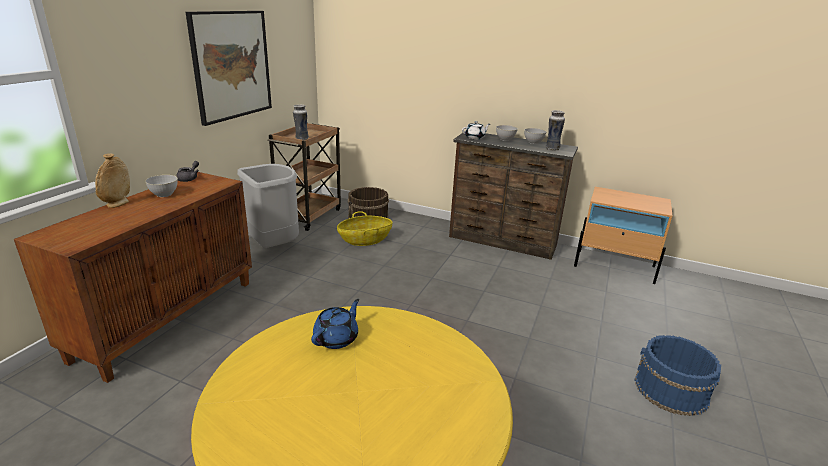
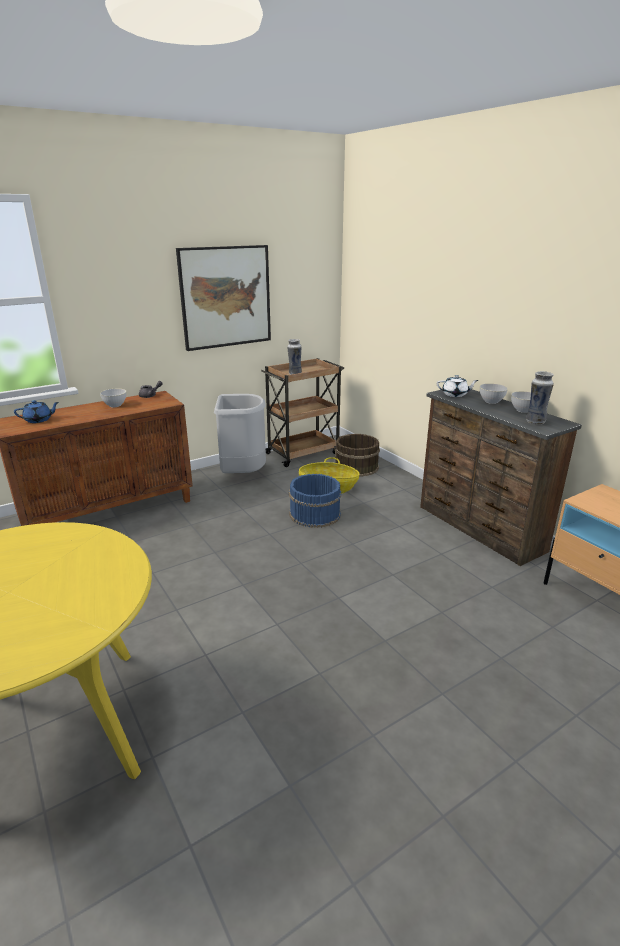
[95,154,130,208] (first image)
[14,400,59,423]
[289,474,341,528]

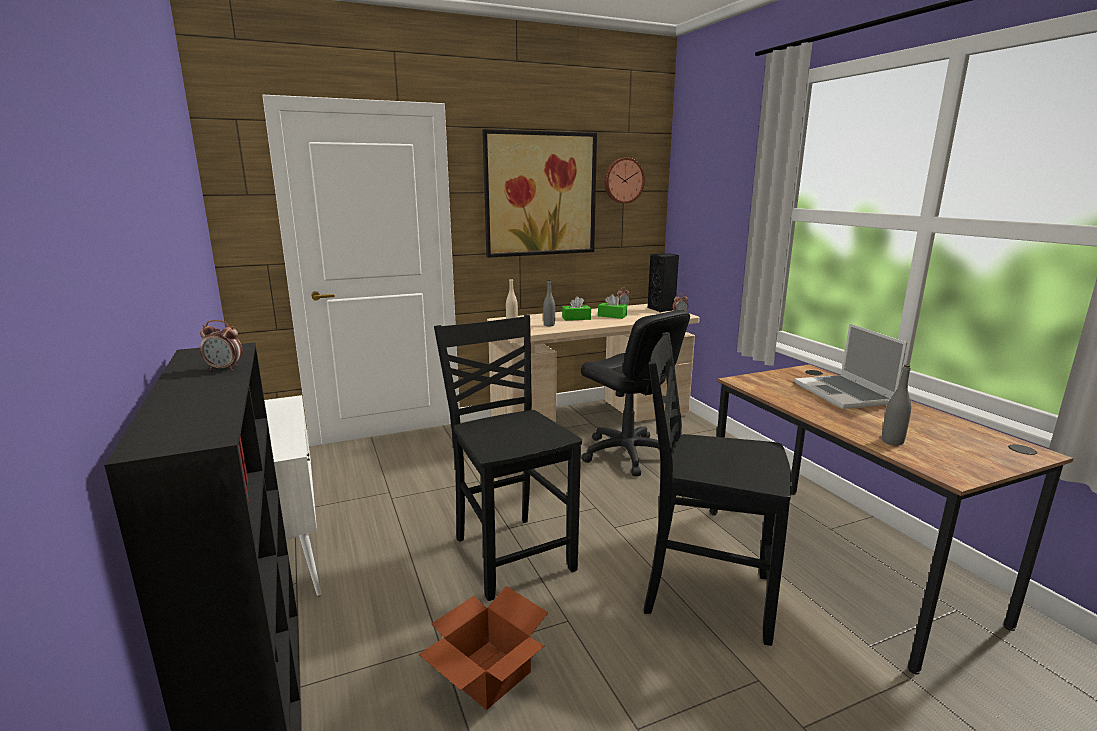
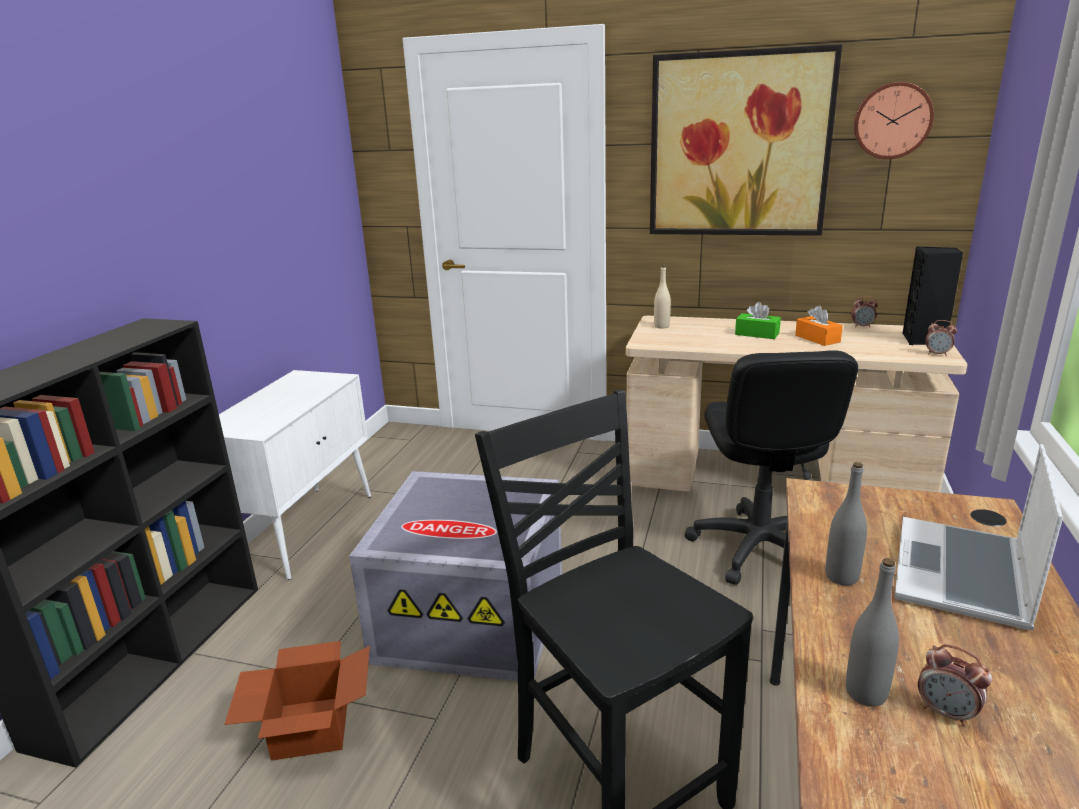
[918,644,992,727]
[349,471,562,681]
[826,462,867,586]
[795,305,843,346]

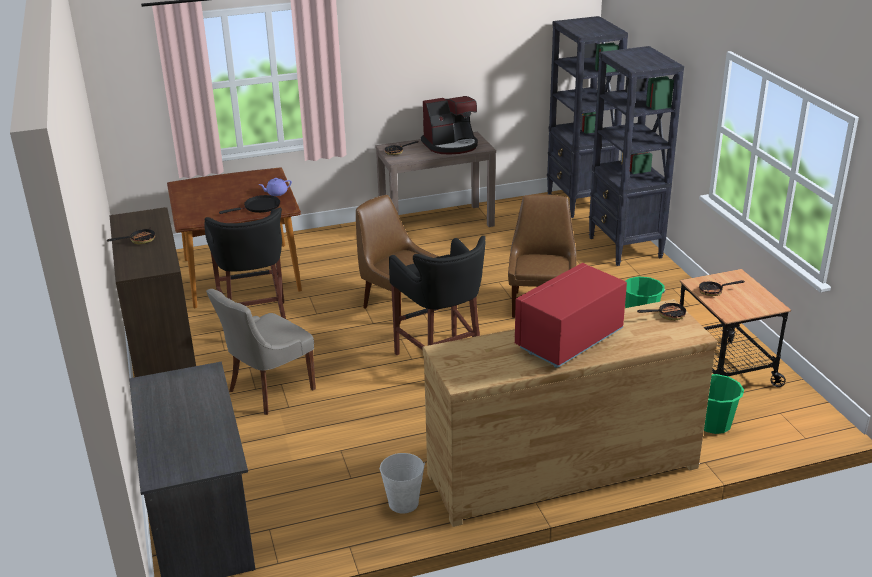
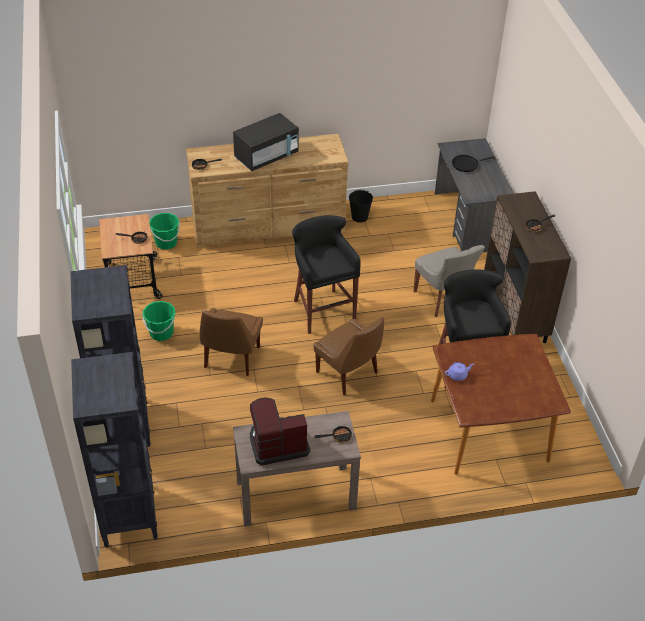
[414,245,485,317]
[452,155,495,172]
[349,190,373,223]
[233,113,299,171]

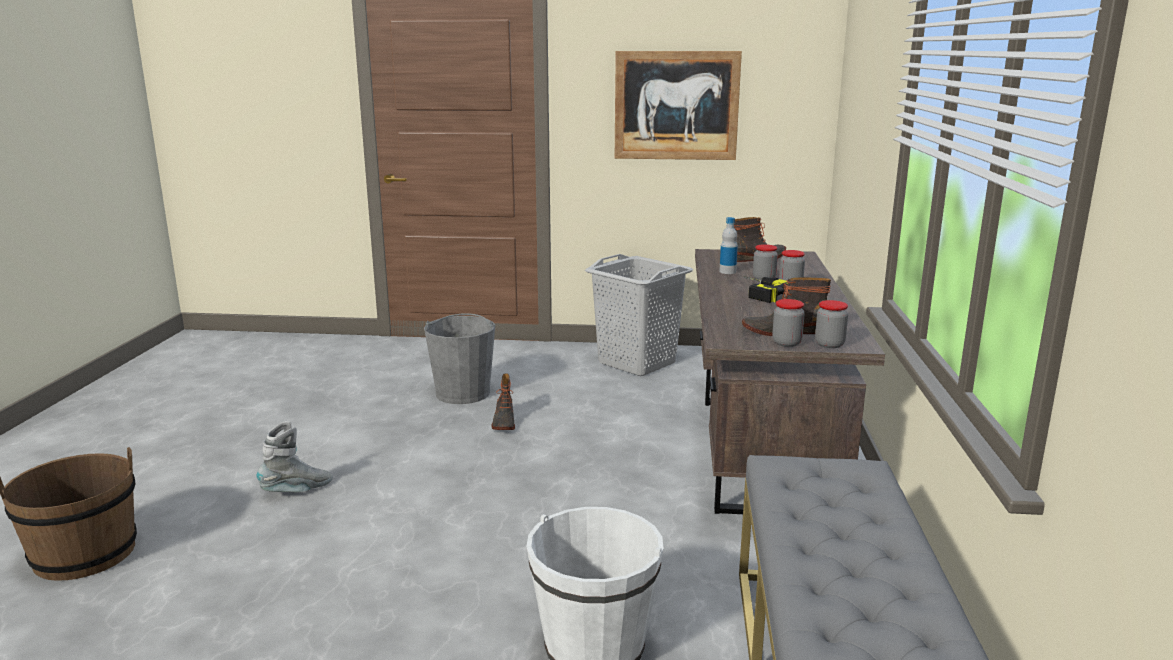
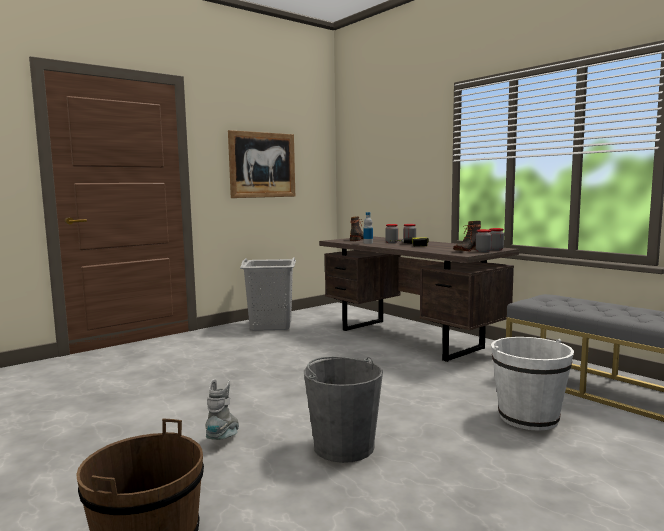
[304,357,383,463]
[491,373,515,430] (first image)

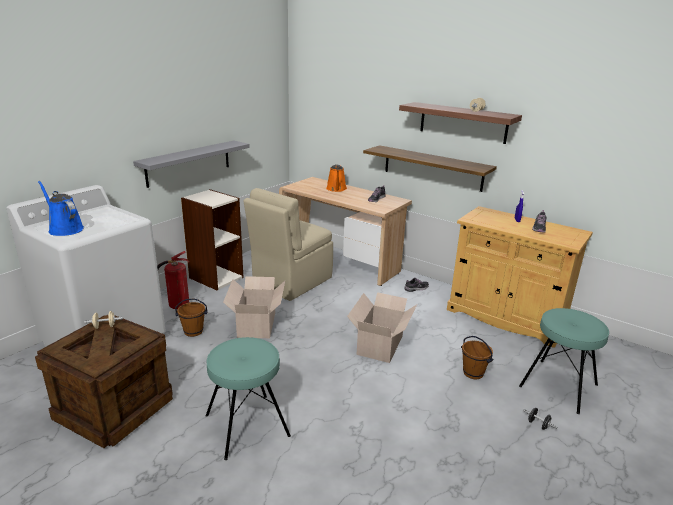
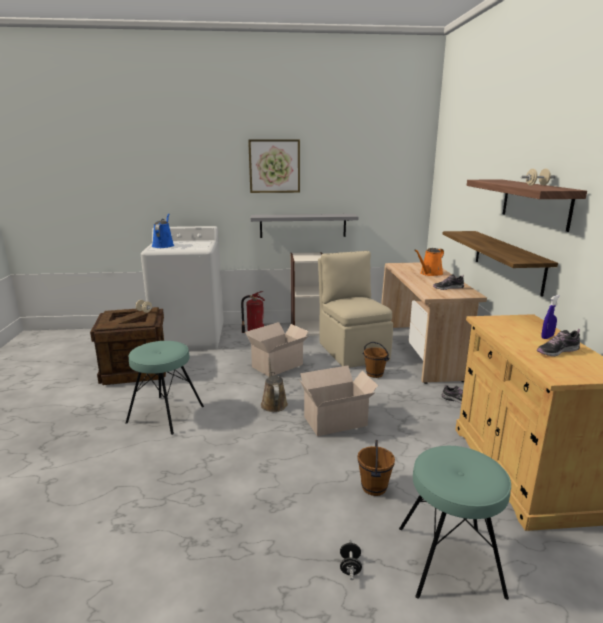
[363,342,389,378]
[318,251,393,368]
[248,139,300,193]
[261,358,288,412]

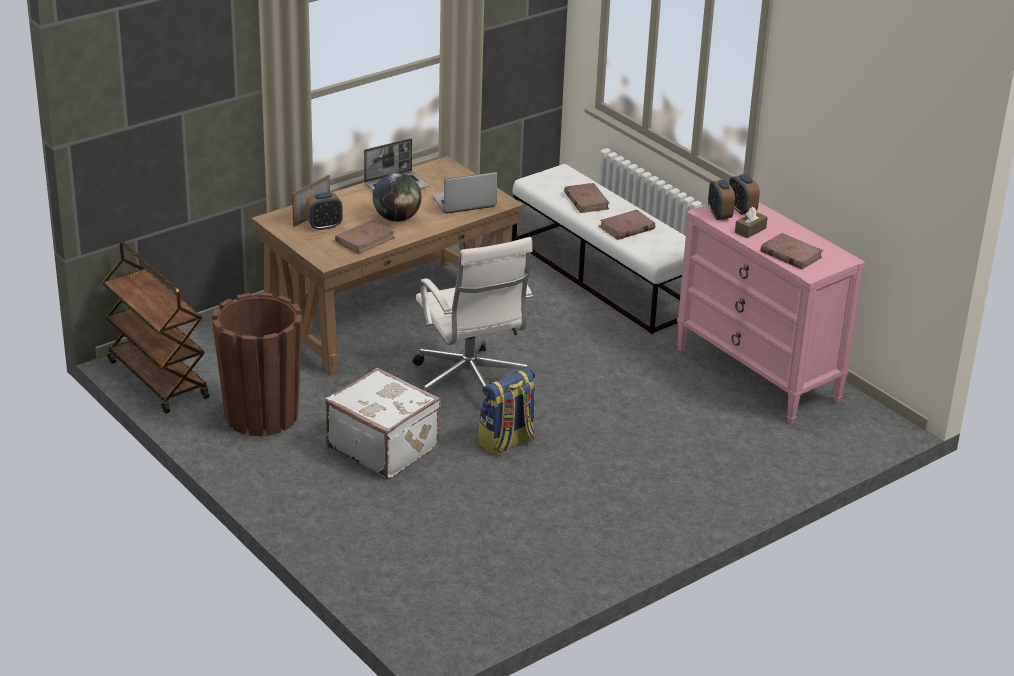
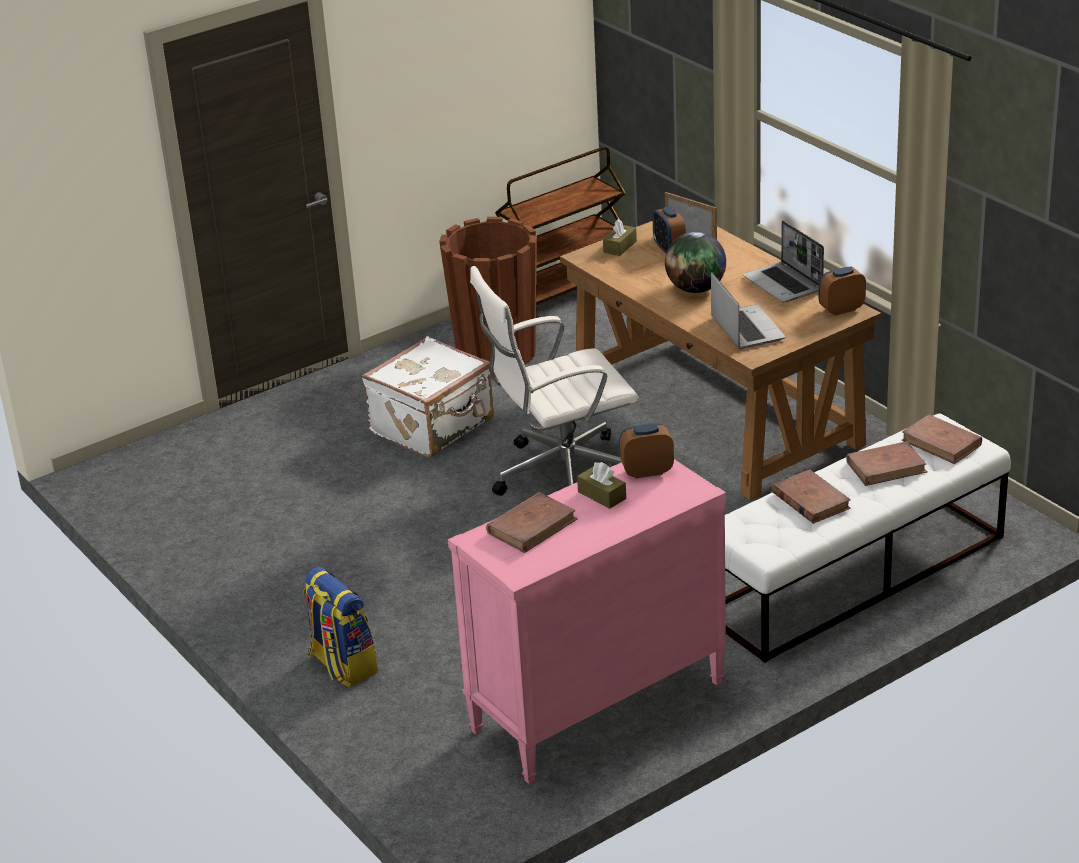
[902,414,982,464]
[303,567,378,687]
[818,267,866,316]
[603,219,637,256]

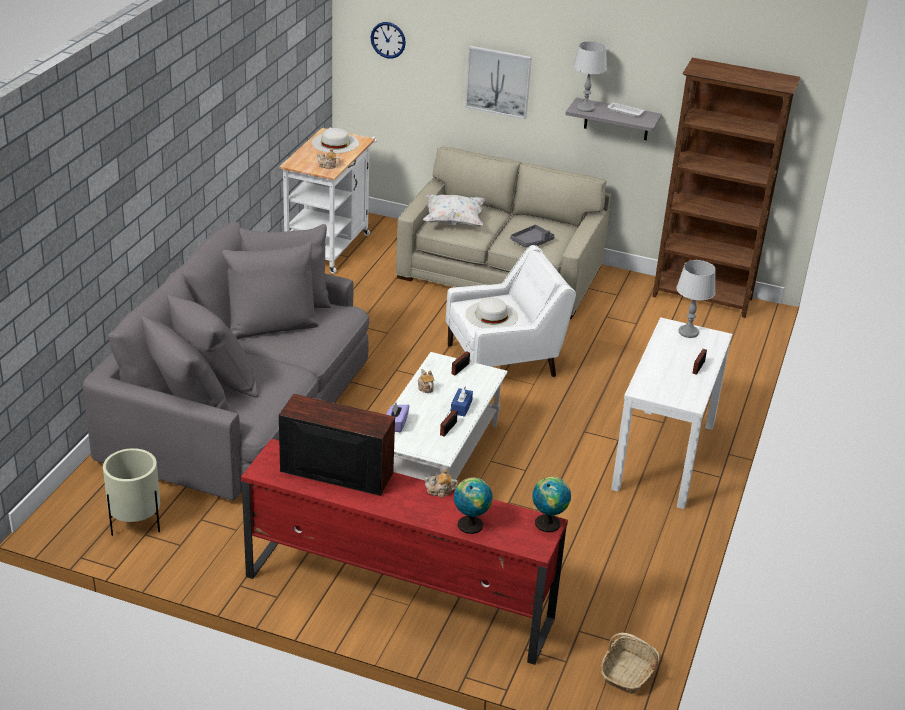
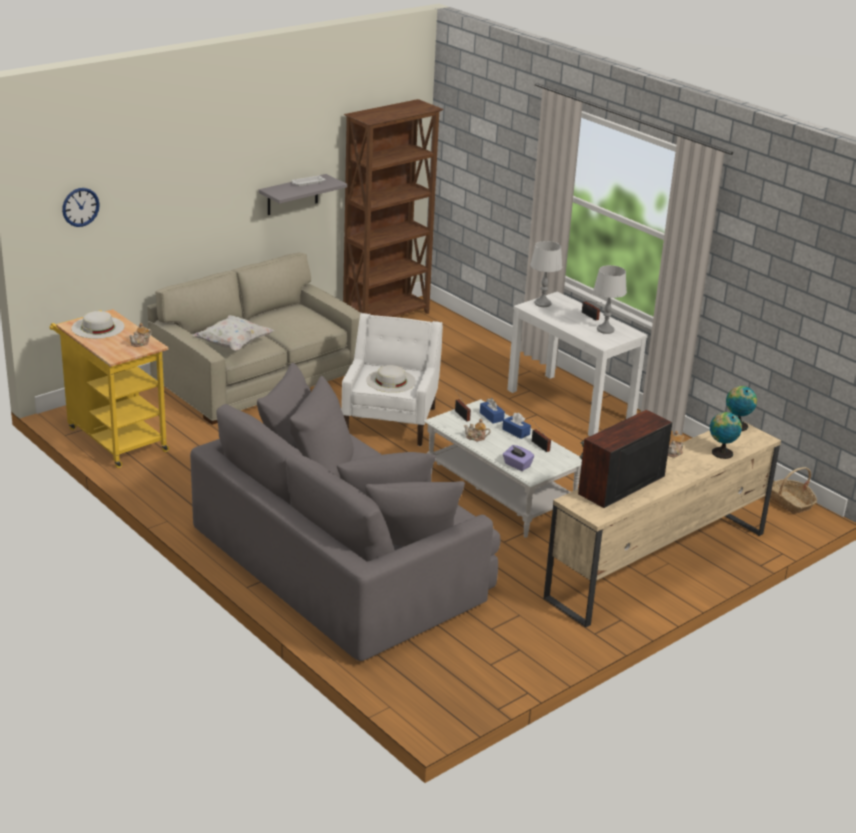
[103,448,160,536] (first image)
[543,421,781,628]
[50,309,169,468]
[465,46,532,119] (first image)
[510,225,555,247] (first image)
[593,265,627,334]
[480,398,505,424]

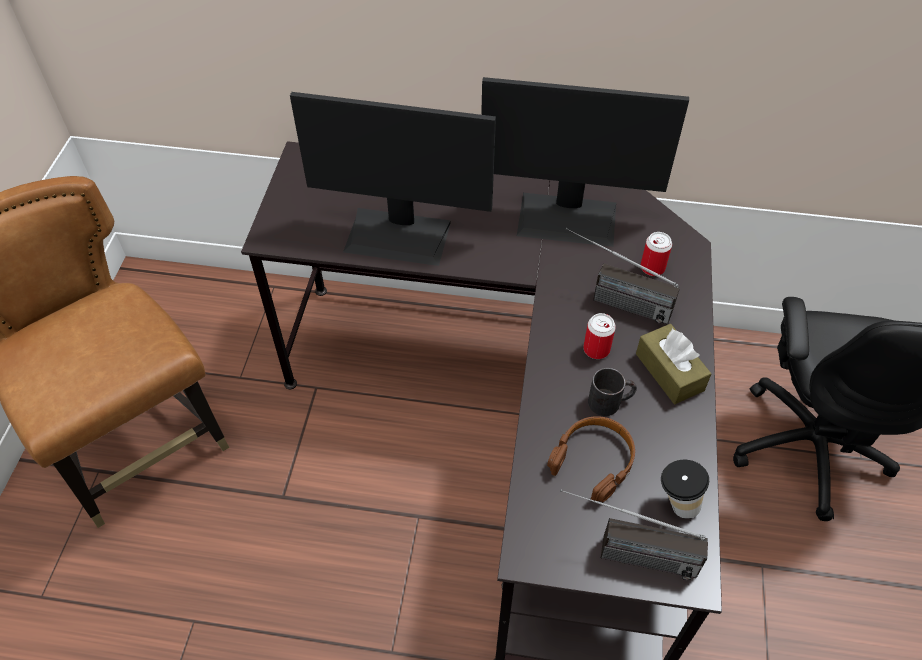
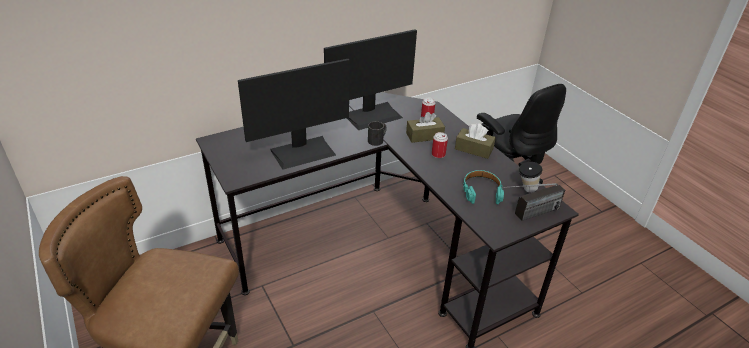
[463,170,504,204]
[406,112,445,143]
[368,121,387,146]

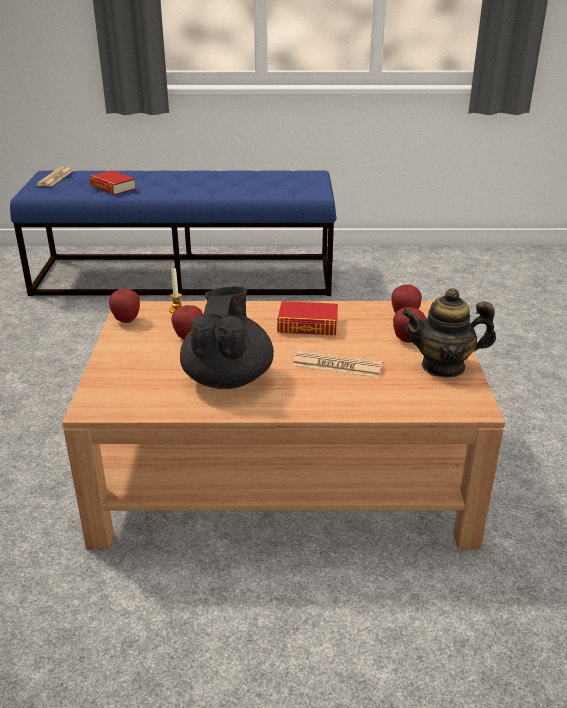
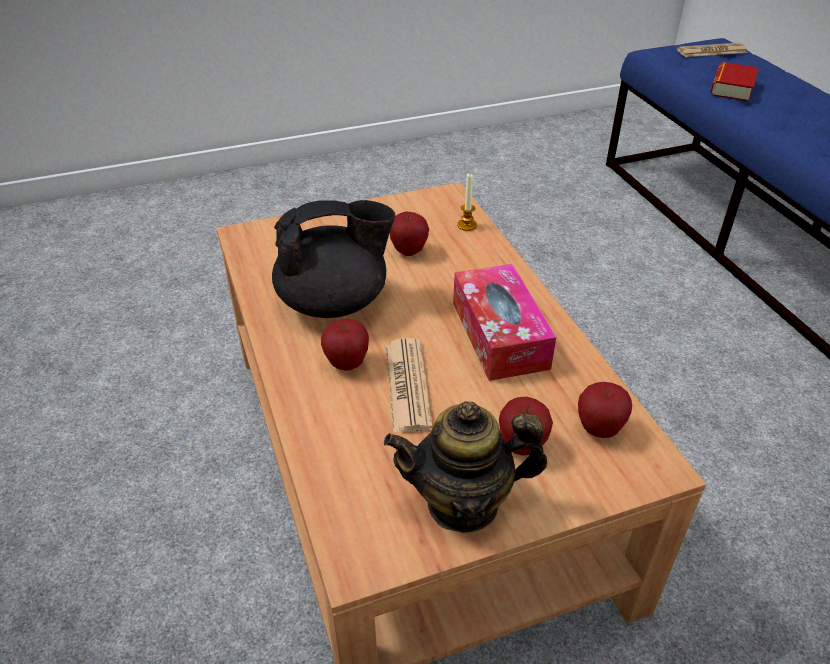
[321,319,369,371]
[453,264,556,381]
[384,401,547,533]

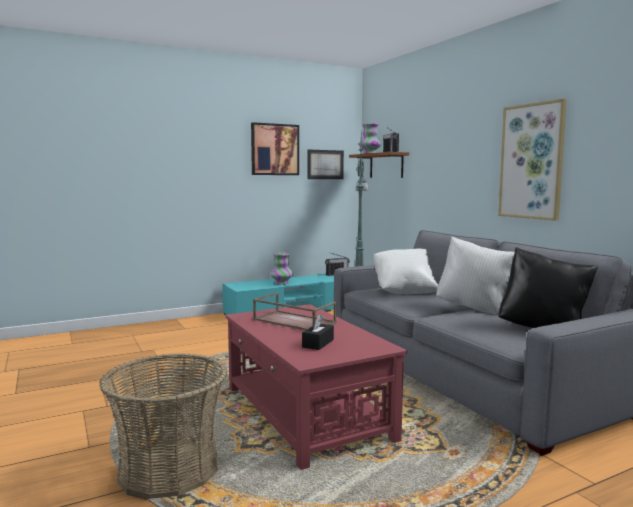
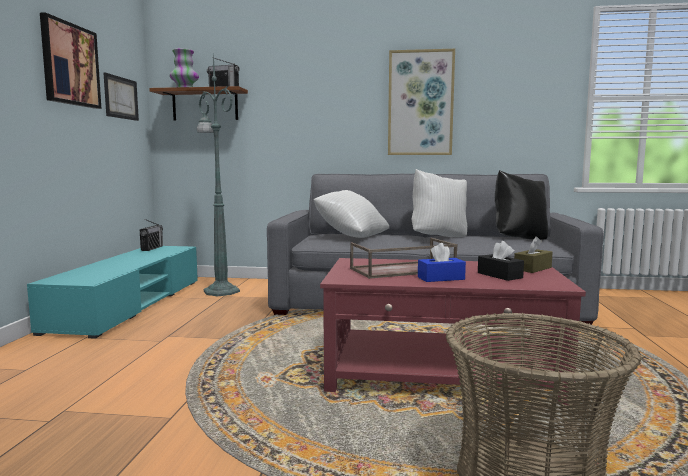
[270,252,293,285] (first image)
[418,243,466,282]
[514,237,553,273]

